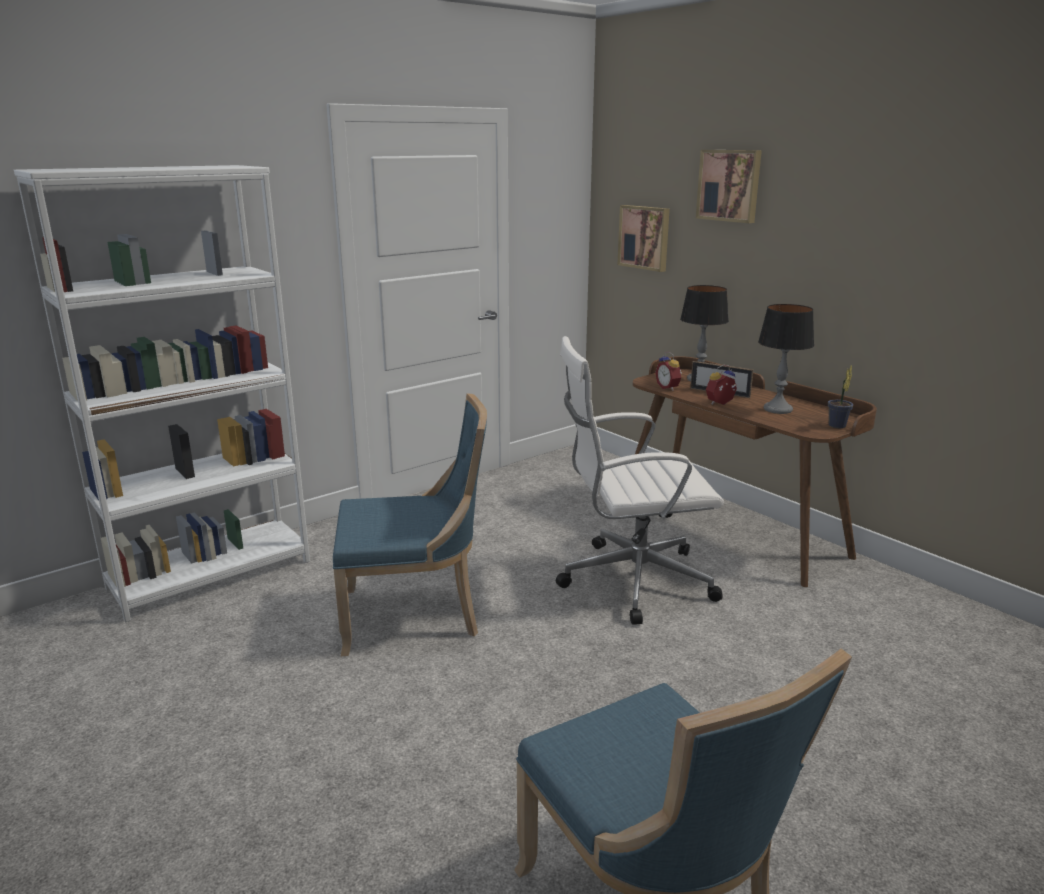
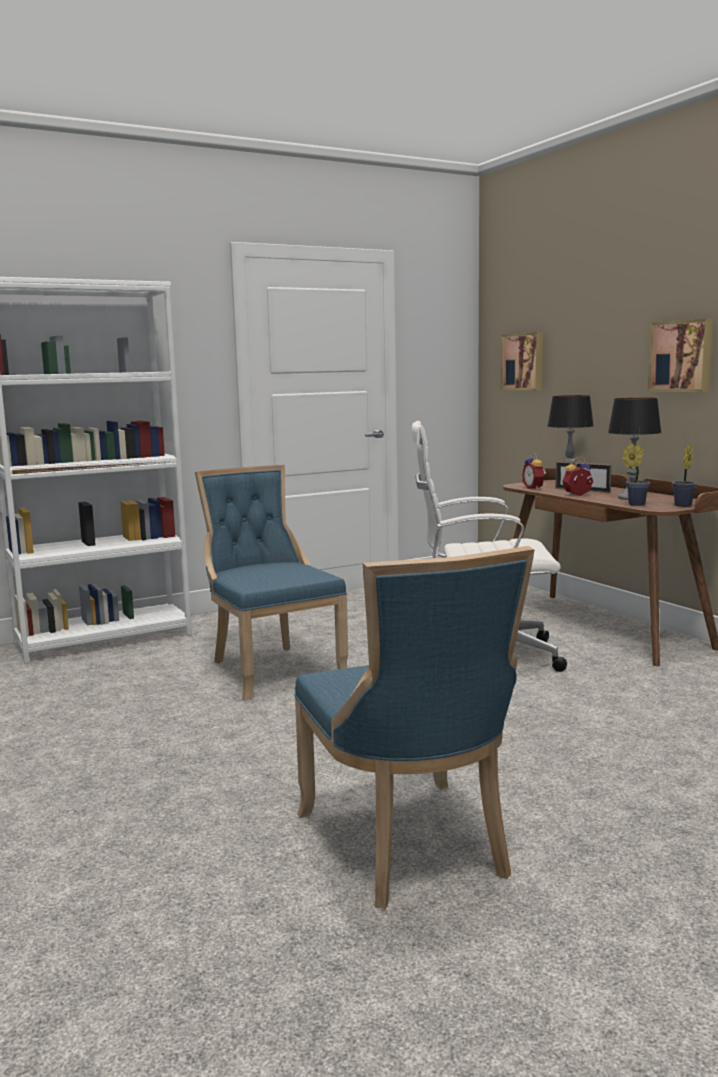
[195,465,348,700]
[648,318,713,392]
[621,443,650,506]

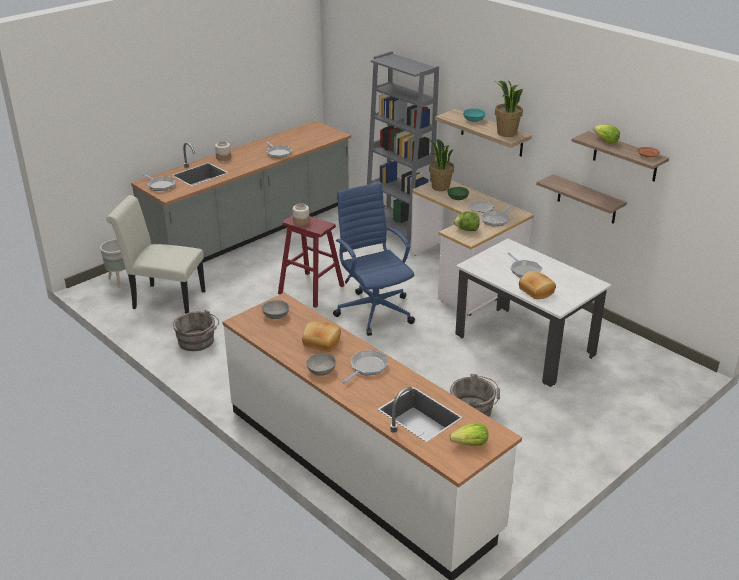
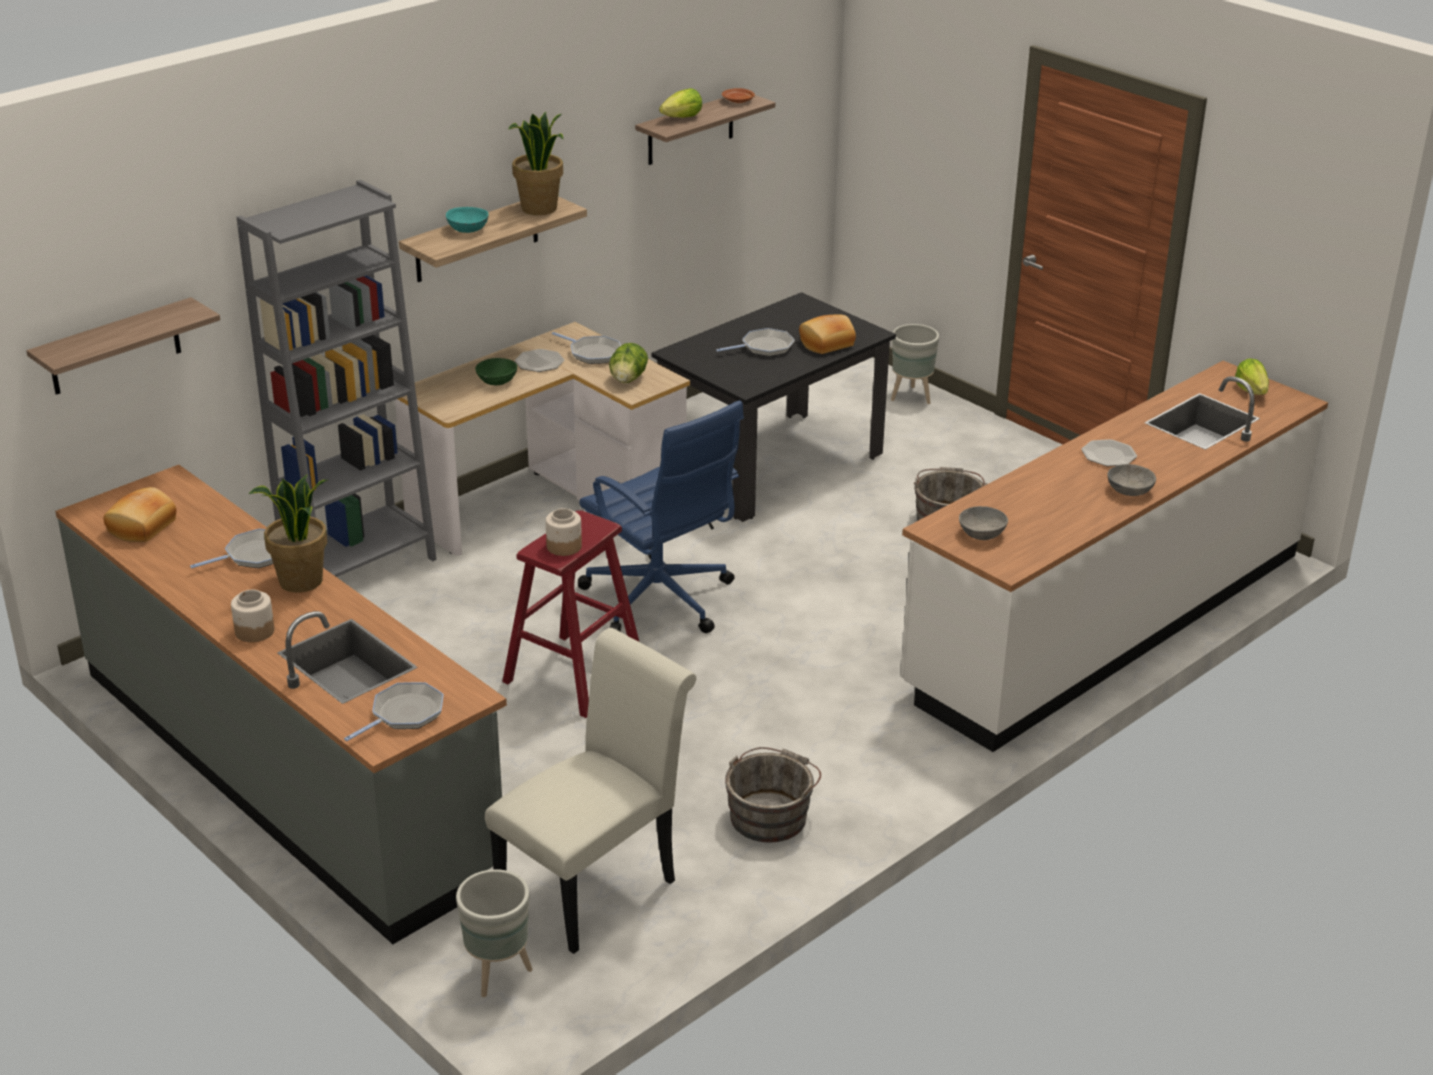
[485,628,696,954]
[104,487,176,542]
[578,400,744,633]
[1081,439,1137,466]
[249,475,327,593]
[651,292,896,522]
[26,297,220,395]
[891,324,939,404]

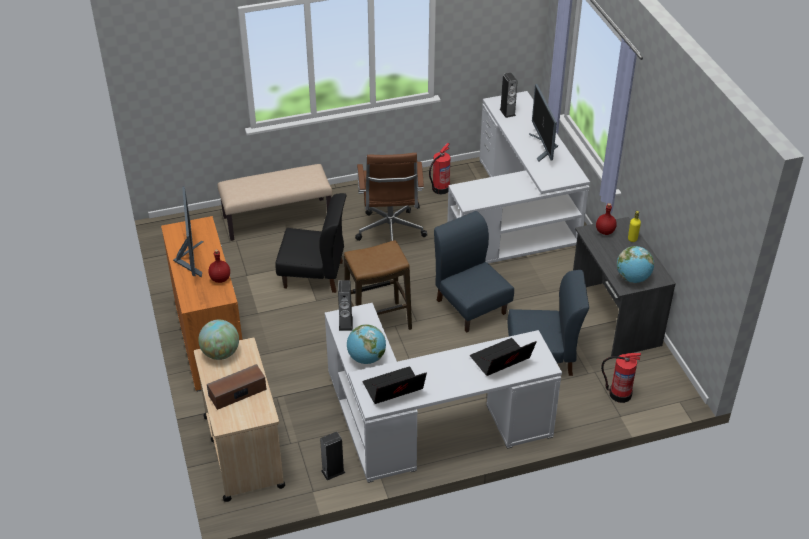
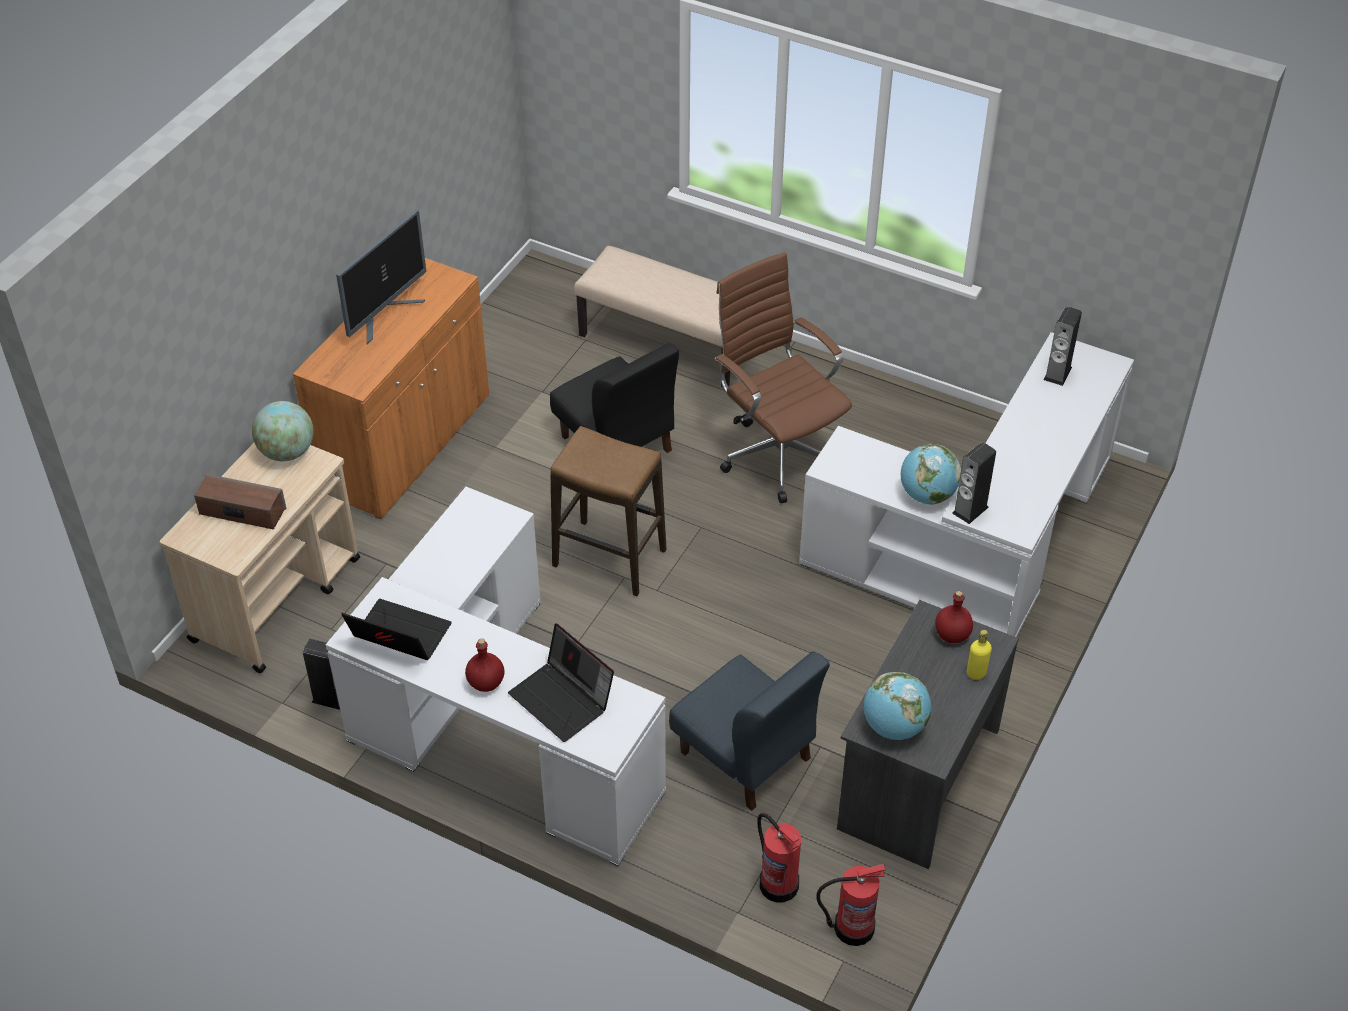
[465,638,504,692]
[952,442,996,524]
[901,444,961,505]
[714,252,852,503]
[816,864,885,946]
[434,211,514,332] (first image)
[508,623,614,742]
[529,84,558,162] (first image)

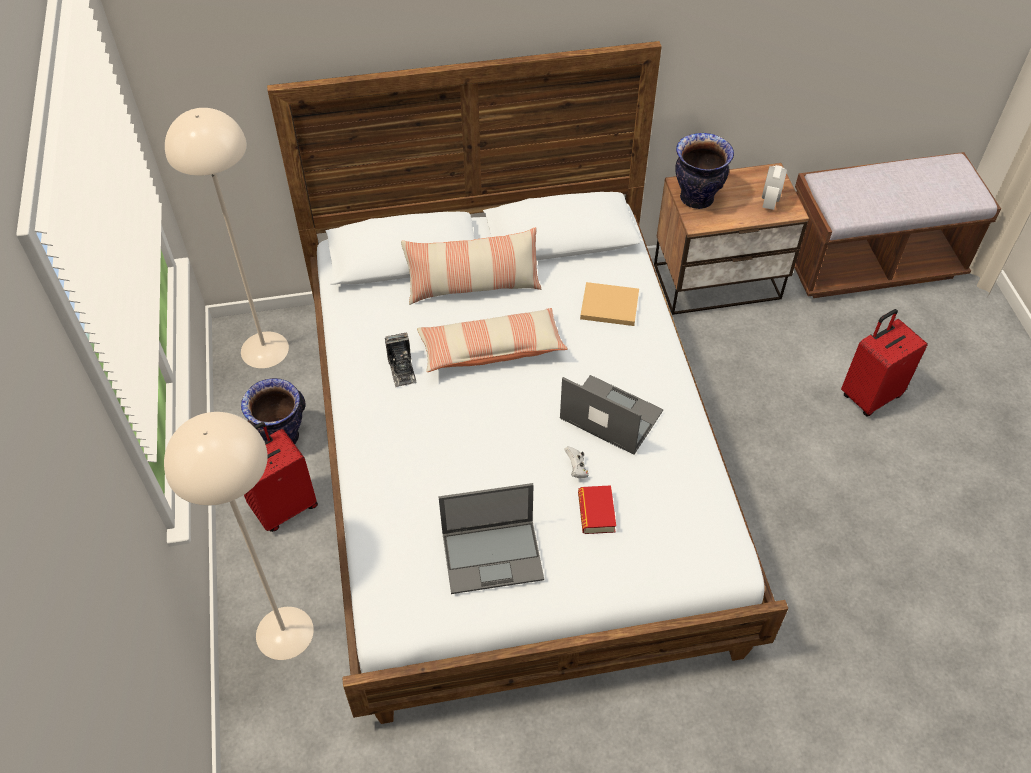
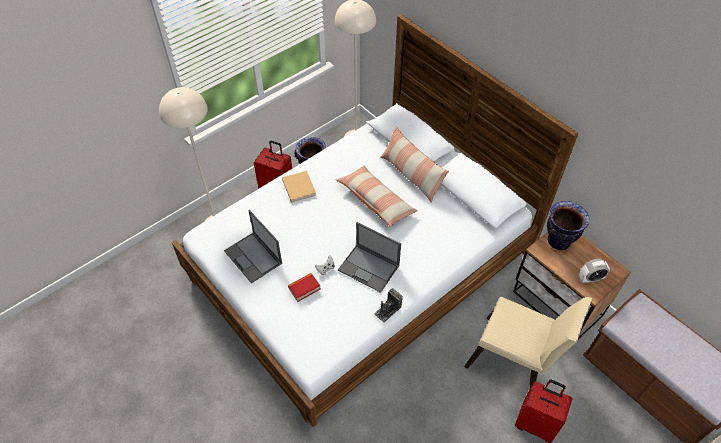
[374,288,403,322]
[338,222,401,293]
[282,171,316,203]
[465,297,592,388]

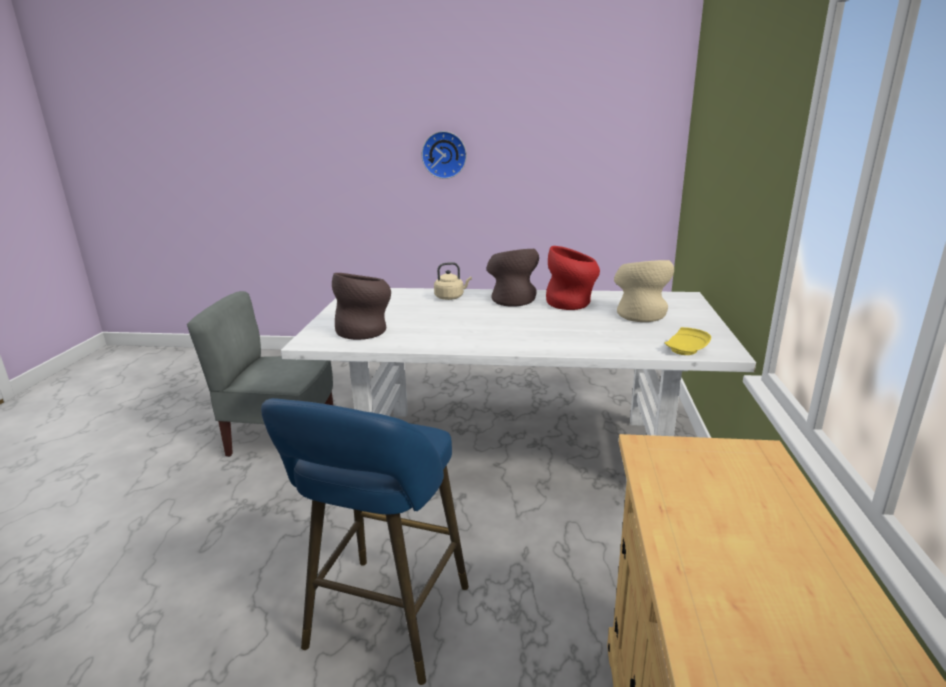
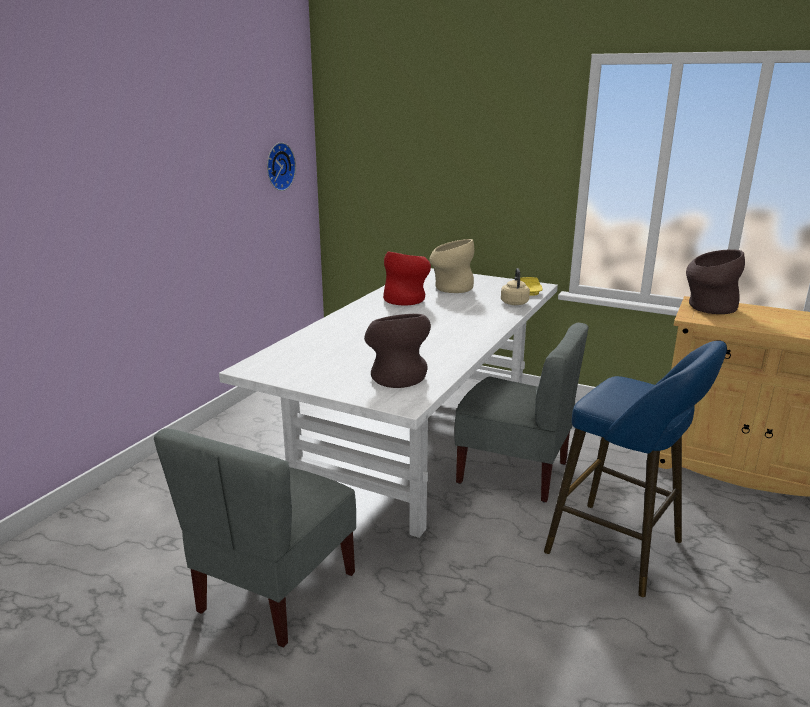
[267,142,296,191]
[501,268,530,305]
[686,249,745,314]
[454,323,588,502]

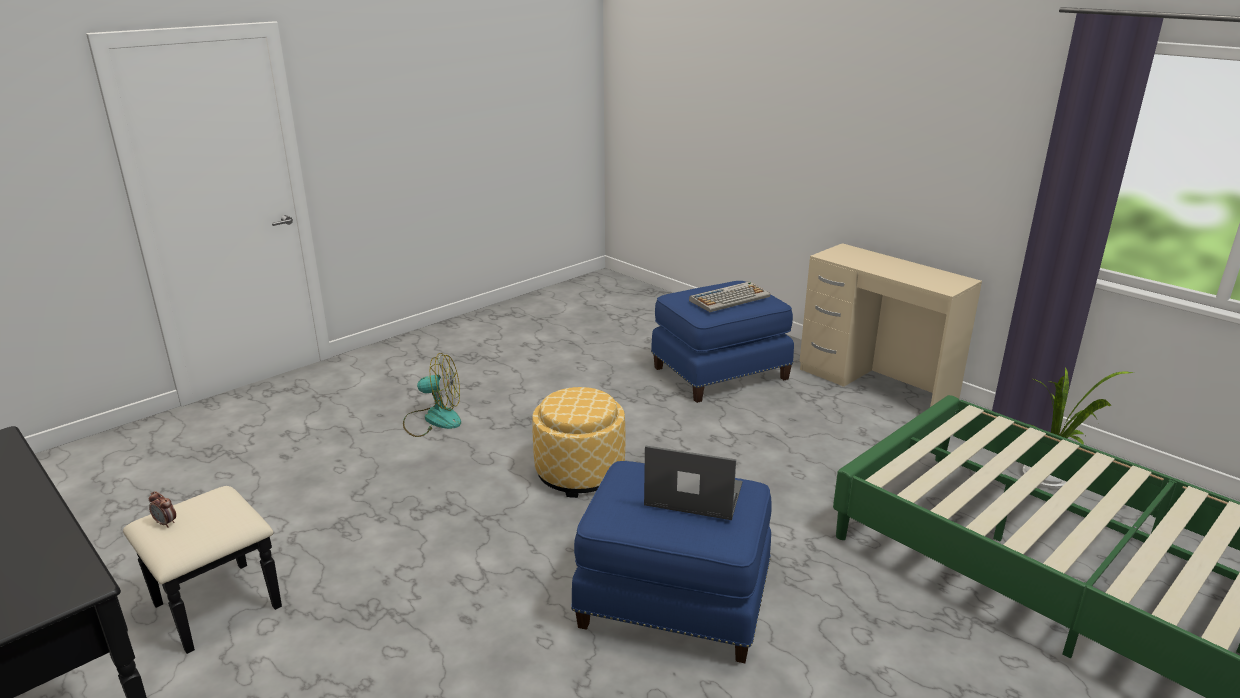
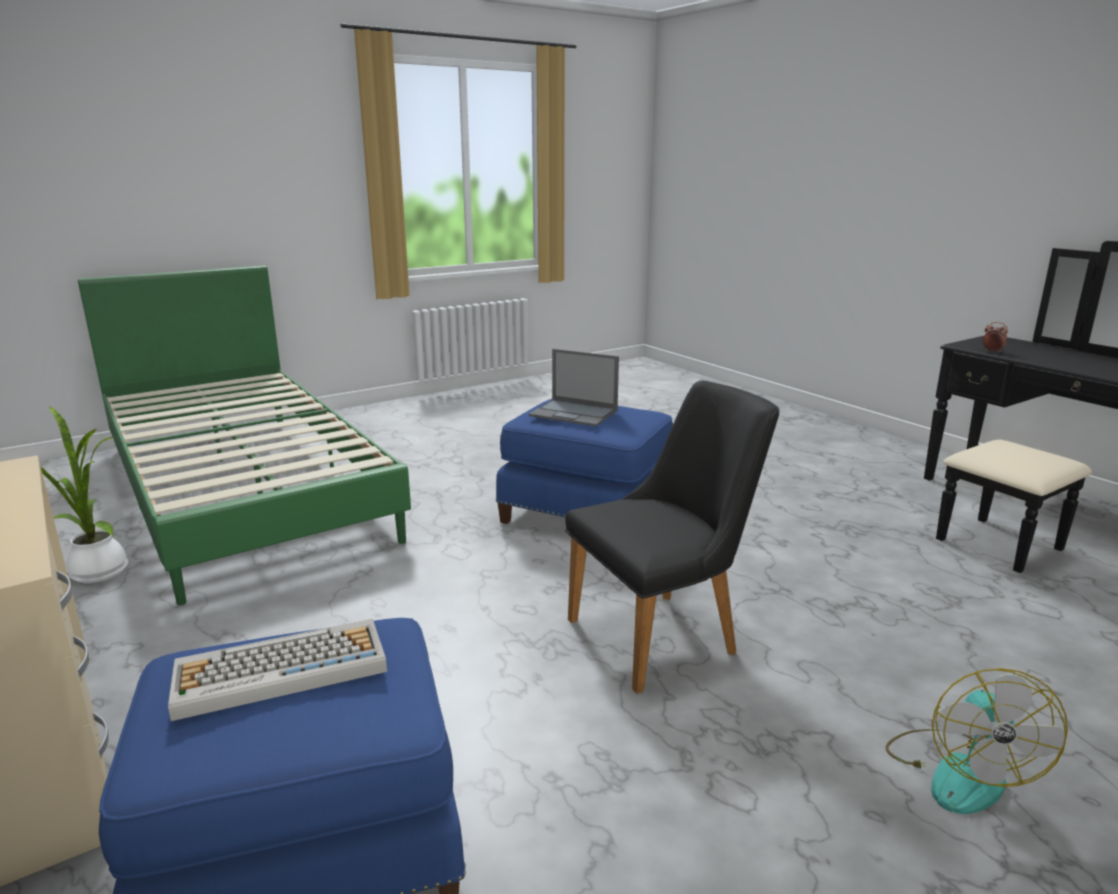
[983,322,1008,352]
[885,668,1068,814]
[565,380,780,694]

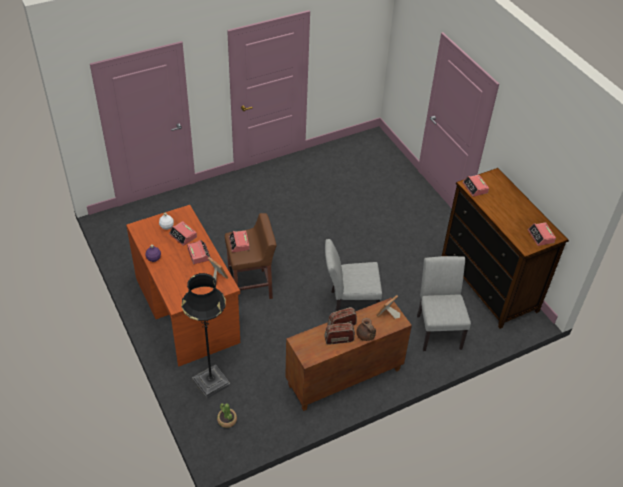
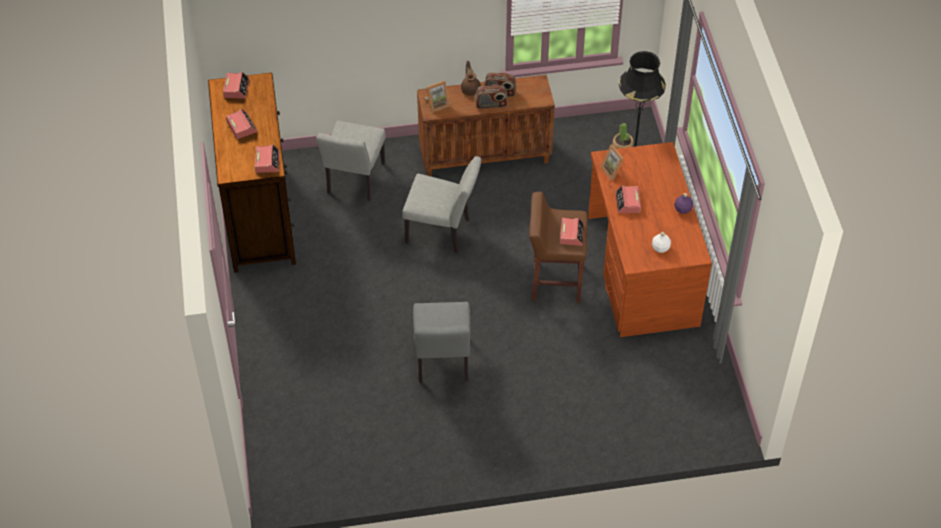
[226,109,258,139]
[413,302,470,383]

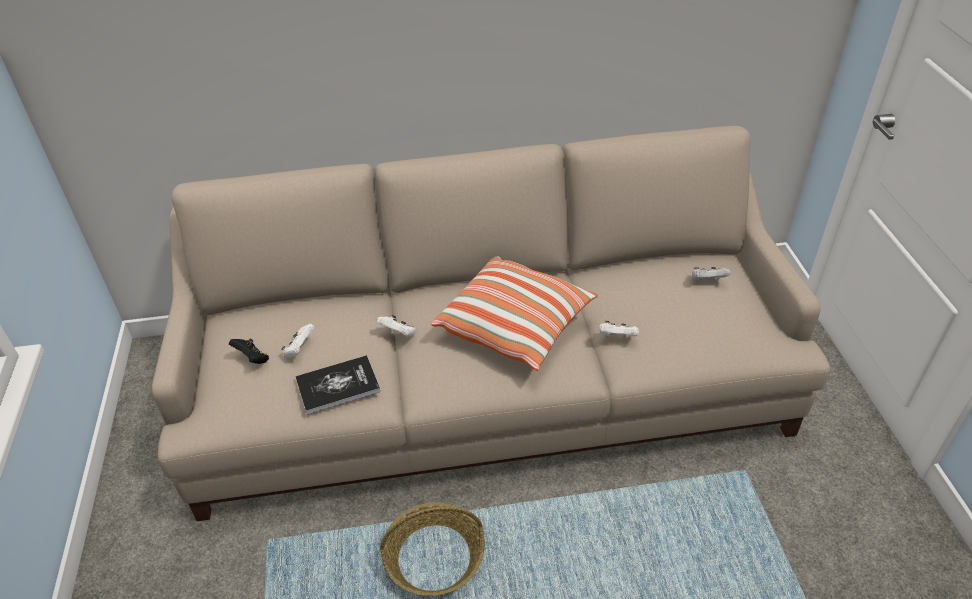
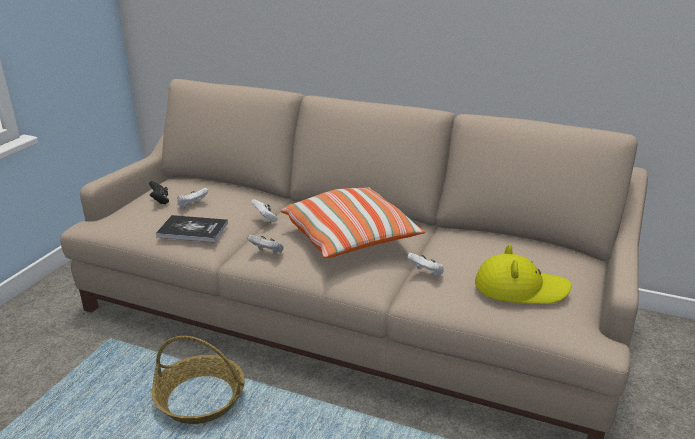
[247,235,284,254]
[475,244,572,304]

